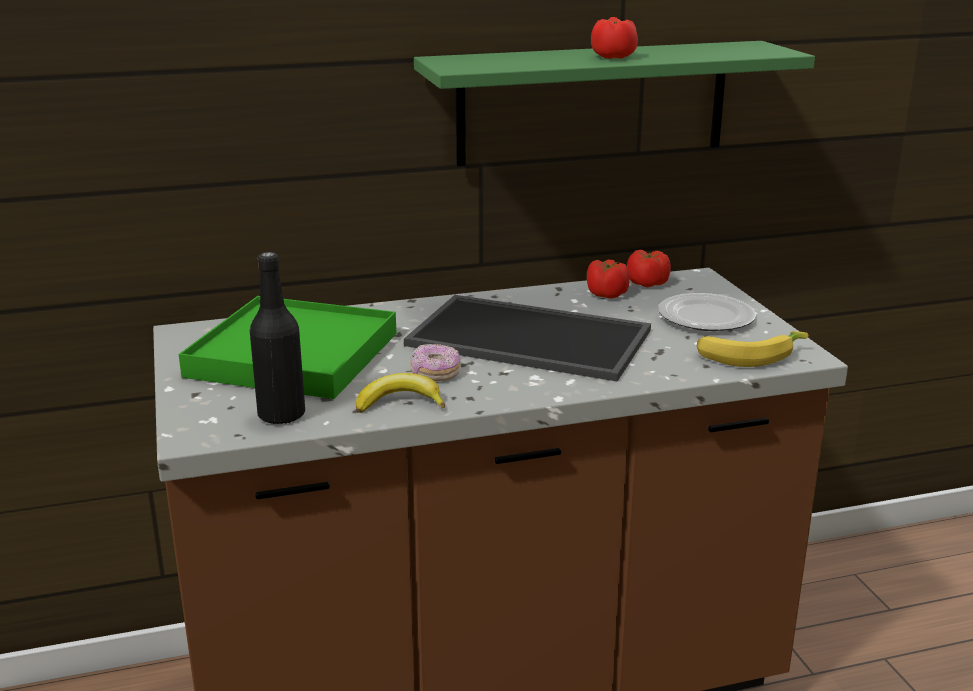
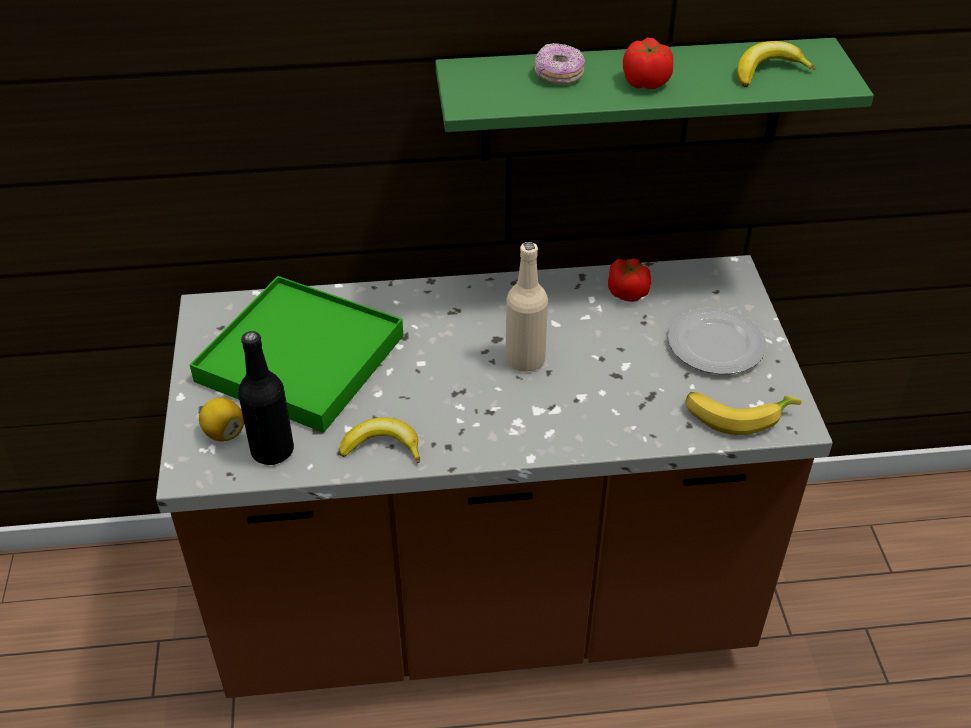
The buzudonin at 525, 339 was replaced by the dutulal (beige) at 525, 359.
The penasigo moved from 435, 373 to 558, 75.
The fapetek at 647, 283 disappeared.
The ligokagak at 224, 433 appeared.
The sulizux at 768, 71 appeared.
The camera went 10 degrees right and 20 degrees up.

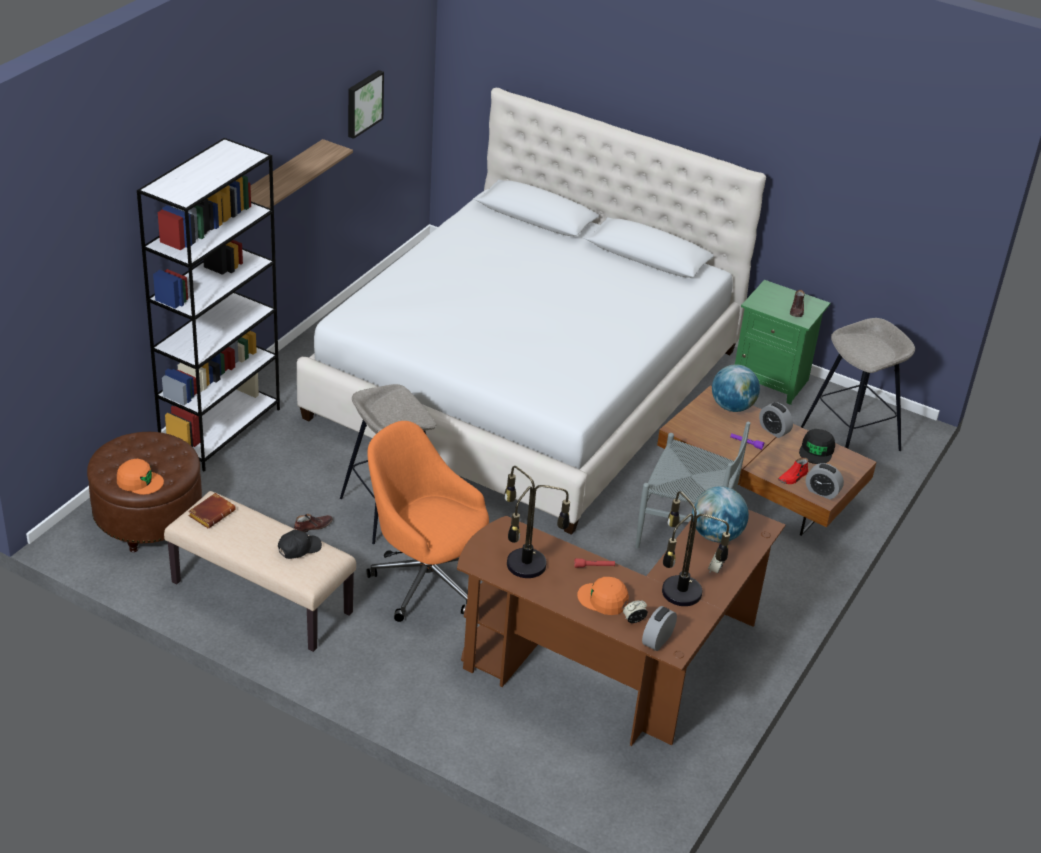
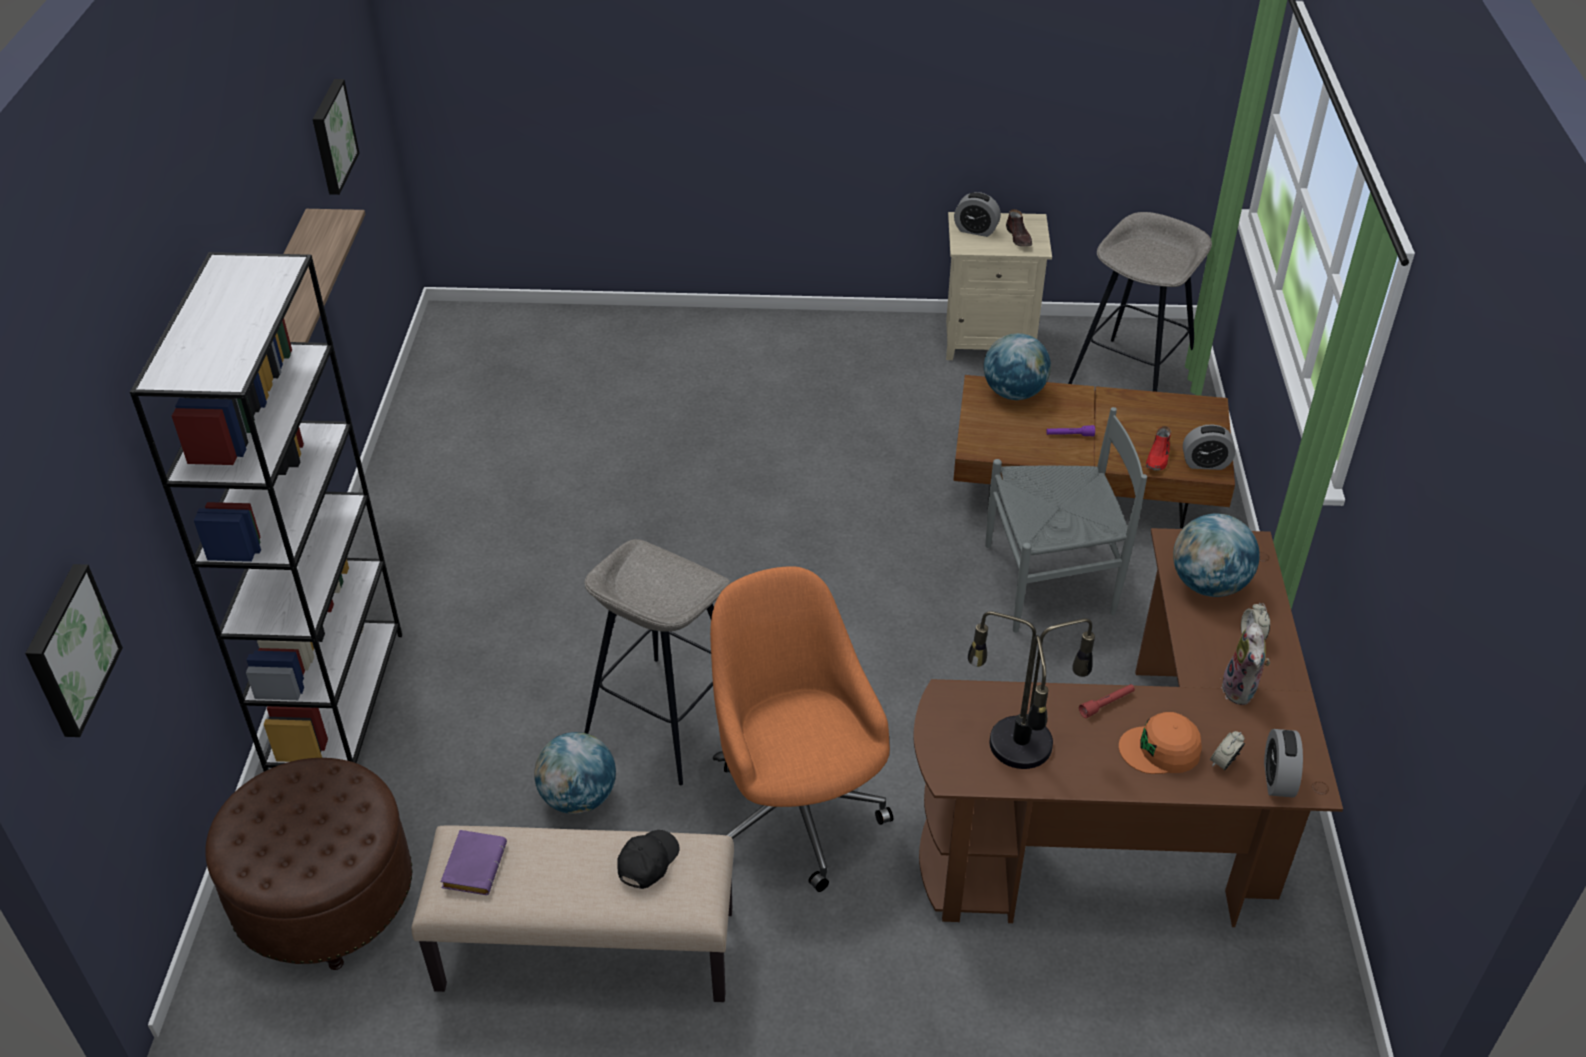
The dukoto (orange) at 139, 481 disappeared.
The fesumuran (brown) at 212, 513 became the fesumuran (purple) at 473, 865.
The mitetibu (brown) at 312, 527 was replaced by the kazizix at 578, 797.
The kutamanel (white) at 526, 383 disappeared.
The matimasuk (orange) at 425, 583 turned 60 degrees clockwise.
The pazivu at 681, 592 was replaced by the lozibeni at 1241, 691.
The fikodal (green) at 771, 380 became the fikodal (beige) at 988, 340.
The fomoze moved from 774, 430 to 976, 230.
The dukoto (black) at 816, 451 disappeared.
The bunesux at 68, 650 appeared.
The camera went 25 degrees left and 5 degrees up.

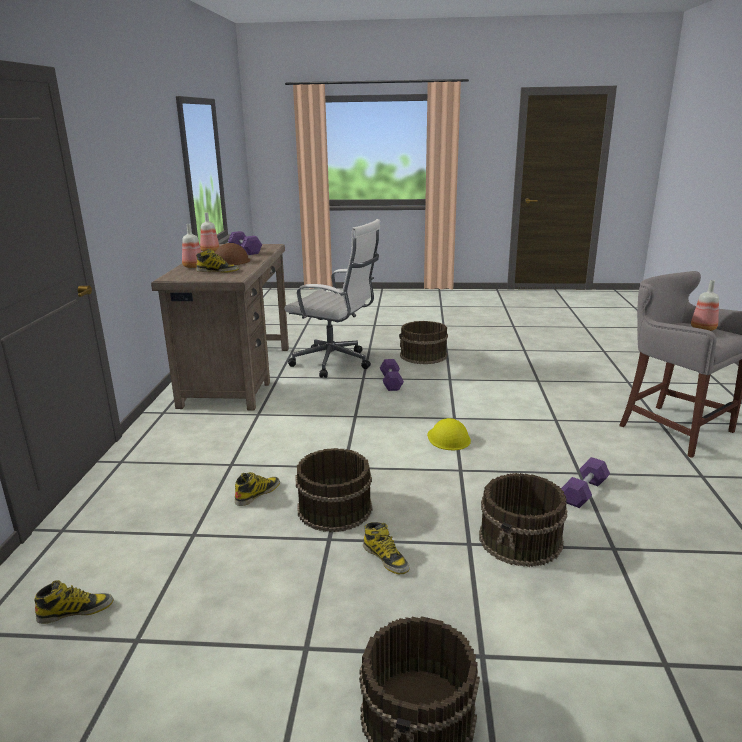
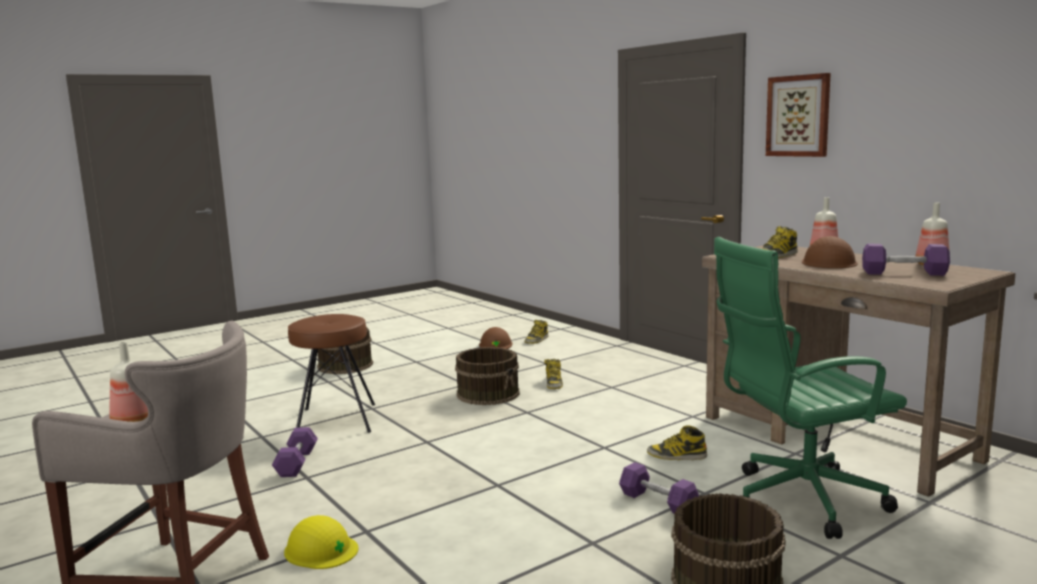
The matimasuk (white) at 335, 363 became the matimasuk (green) at 799, 501.
The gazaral moved from 386, 558 to 676, 456.
The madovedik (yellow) moved from 448, 438 to 321, 549.
The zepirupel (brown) at 521, 539 was replaced by the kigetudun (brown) at 335, 420.
The madovedik (brown) at 495, 344 appeared.
The bunesux at 798, 116 appeared.
The camera went 140 degrees right and 10 degrees down.

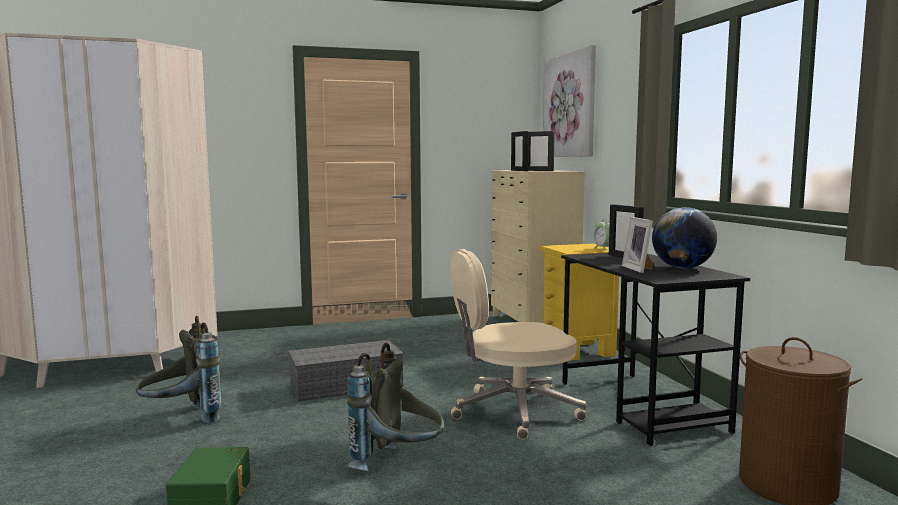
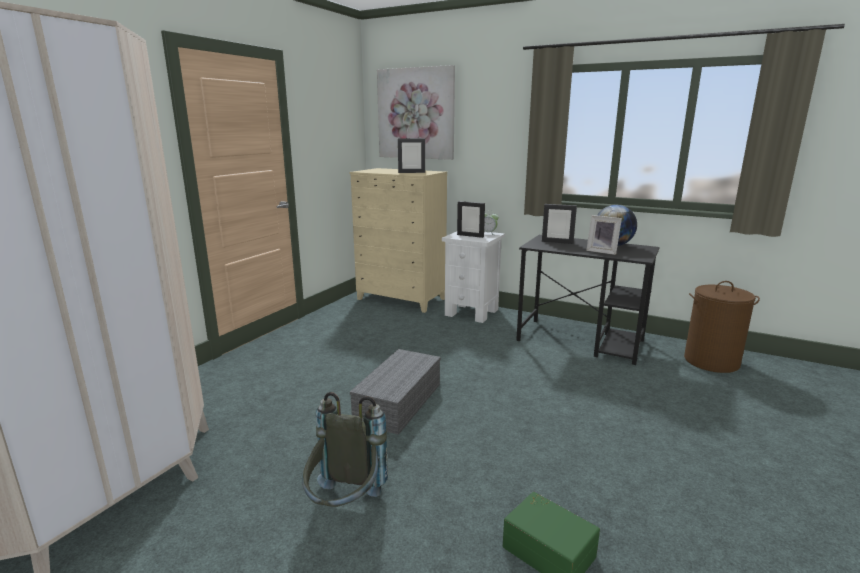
The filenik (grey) at 399, 465 disappeared.
The matimasuk (beige) at 513, 411 disappeared.
The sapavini moved from 519, 170 to 470, 235.
The fikodal (yellow) at 577, 351 became the fikodal (white) at 472, 312.
The camera went 45 degrees left and 10 degrees up.

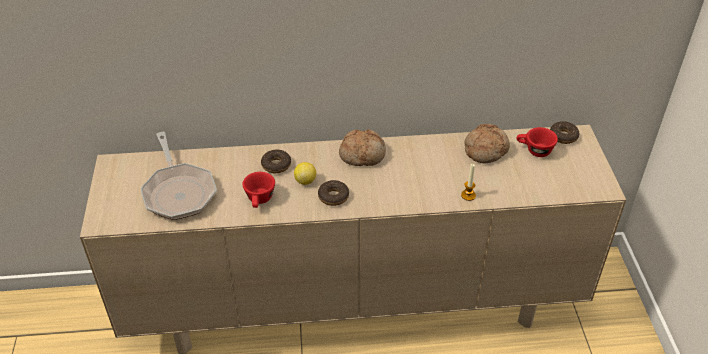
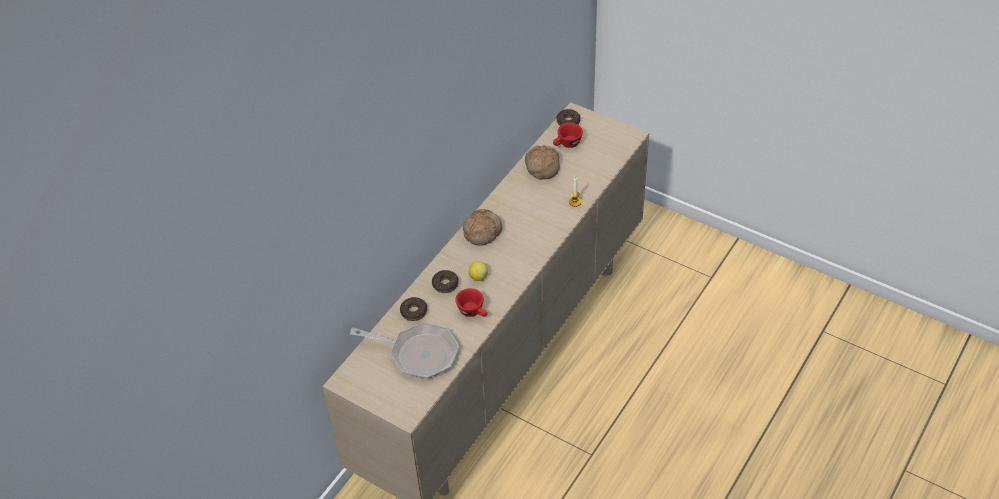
The penasigo moved from 333, 196 to 414, 312.
The camera went 50 degrees left and 5 degrees up.

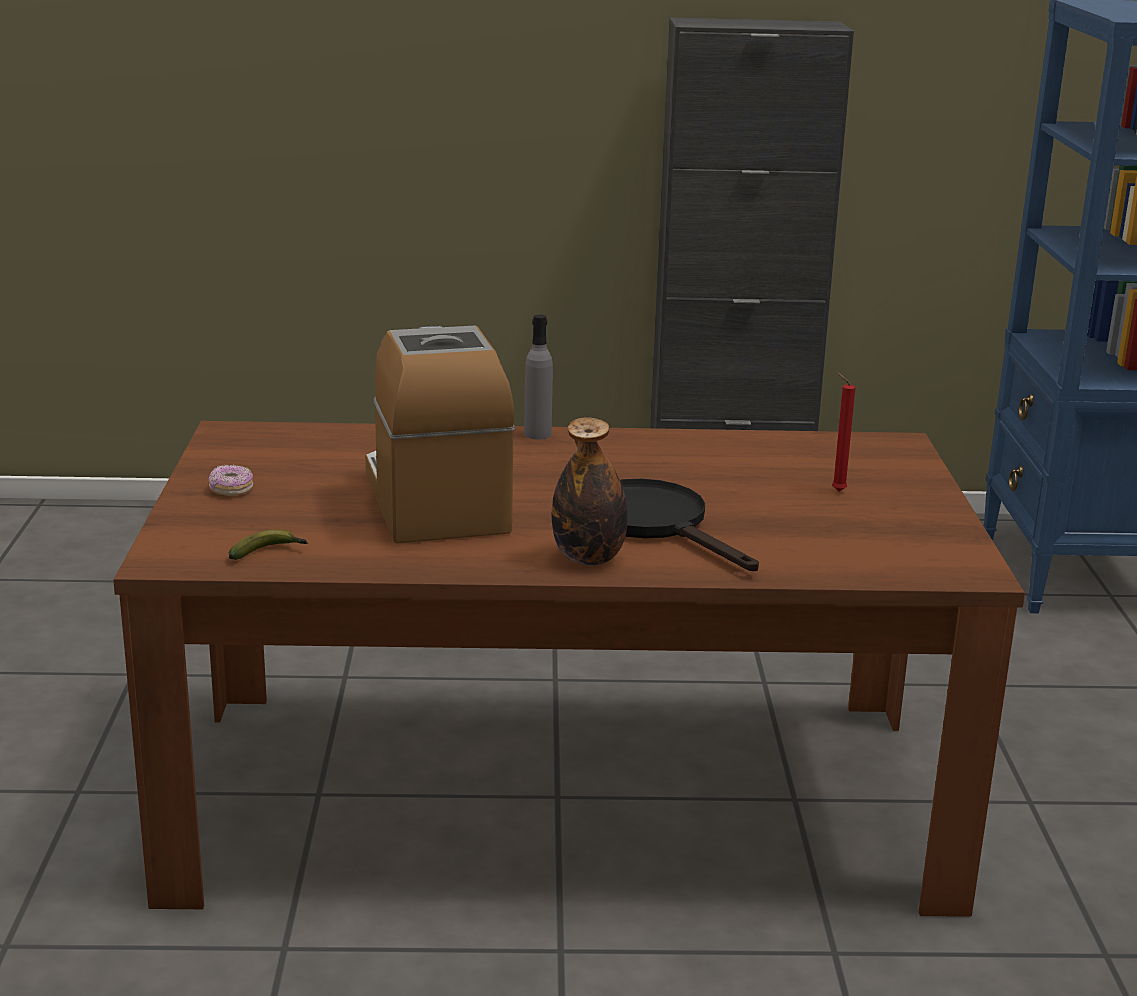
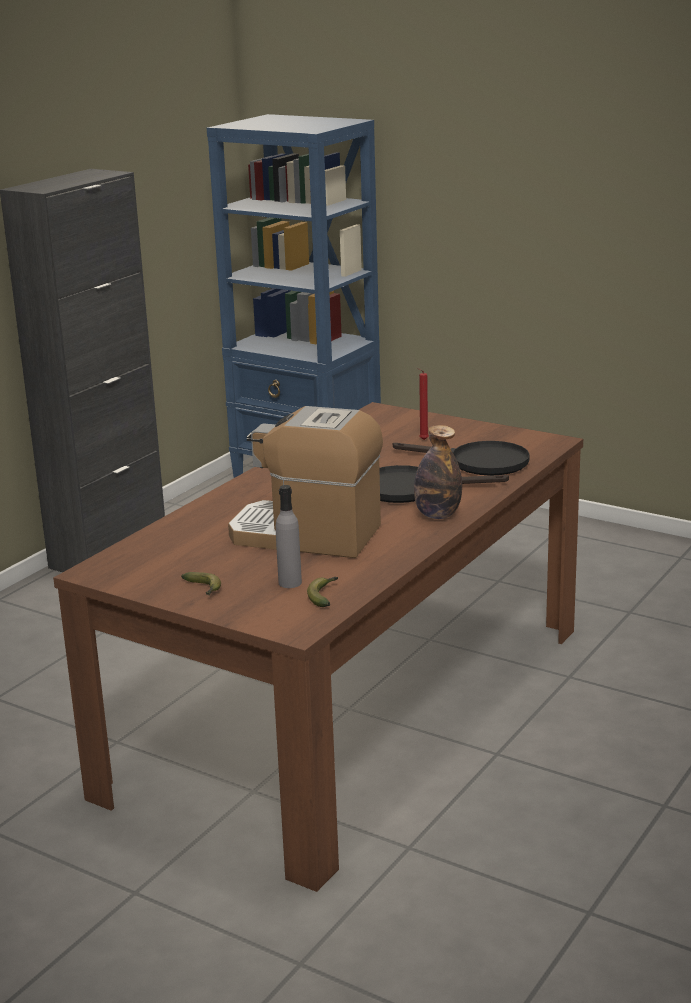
The penasigo at 231, 490 was replaced by the sulizux at 204, 589.
The dutulal (grey) moved from 537, 434 to 290, 582.
The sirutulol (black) at 478, 462 appeared.
The camera went 55 degrees left and 0 degrees up.

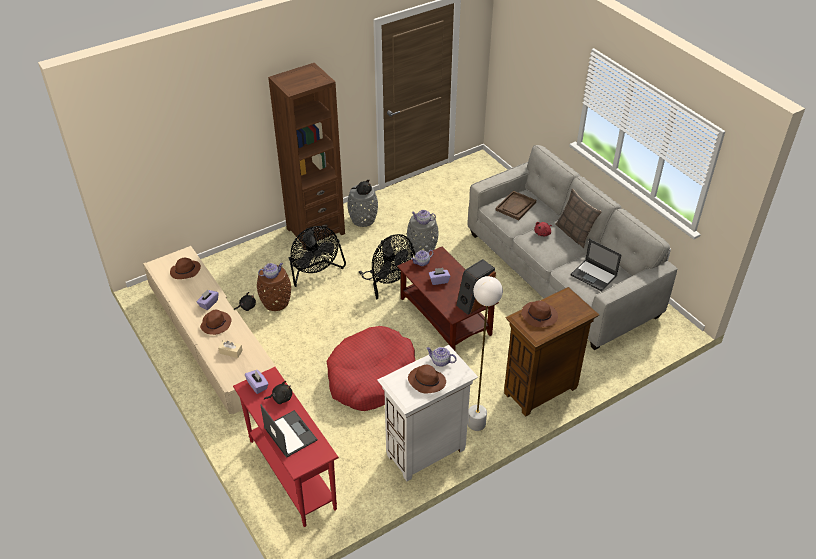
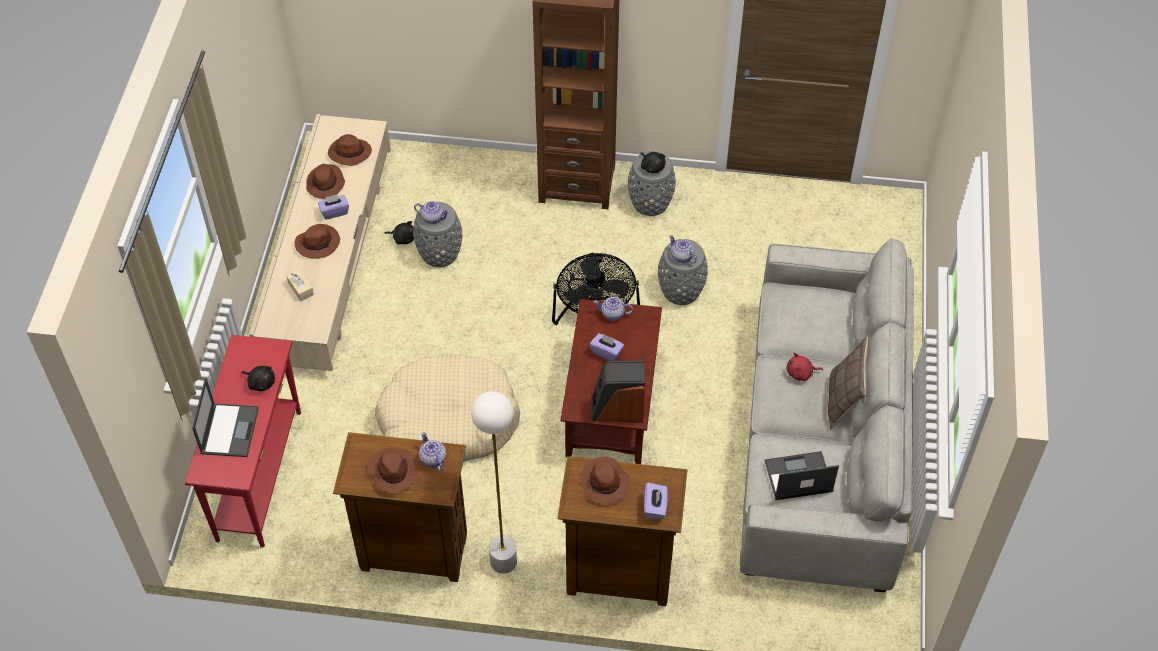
The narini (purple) moved from 257, 385 to 655, 507.
The kigetudun (brown) at 276, 302 became the kigetudun (grey) at 439, 253.
The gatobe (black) at 312, 271 disappeared.
The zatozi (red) at 371, 377 became the zatozi (beige) at 448, 420.
The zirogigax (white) at 425, 453 became the zirogigax (brown) at 412, 554.
The buzudonin (brown) at 515, 206 disappeared.
The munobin at 594, 275 turned 90 degrees clockwise.
The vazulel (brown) at 325, 184 appeared.
The camera went 40 degrees right and 10 degrees up.

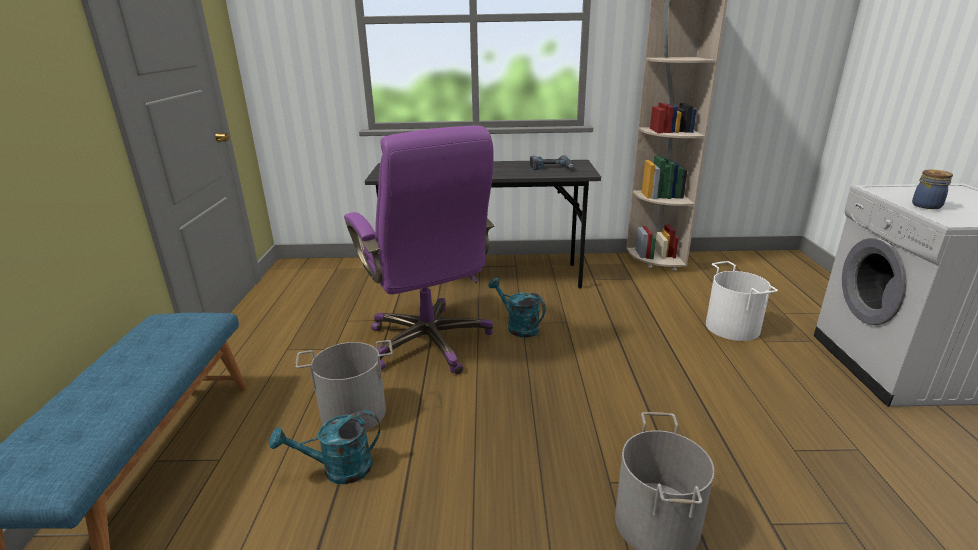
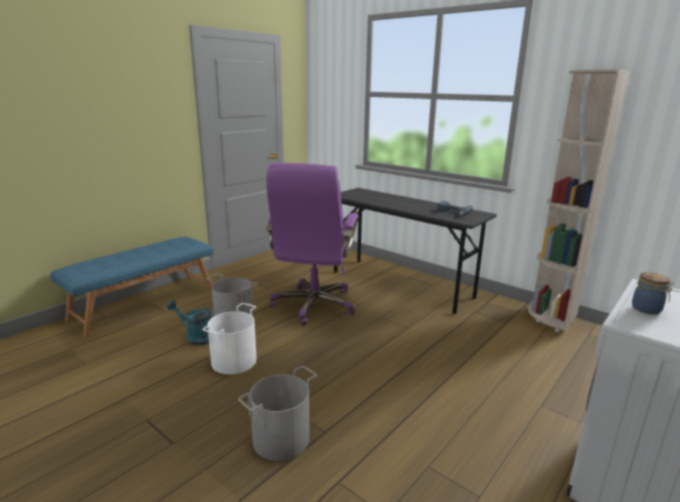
The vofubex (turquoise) at 518, 326 disappeared.
The zepirupel (white) moved from 731, 327 to 233, 361.
The camera went 40 degrees right and 5 degrees down.

